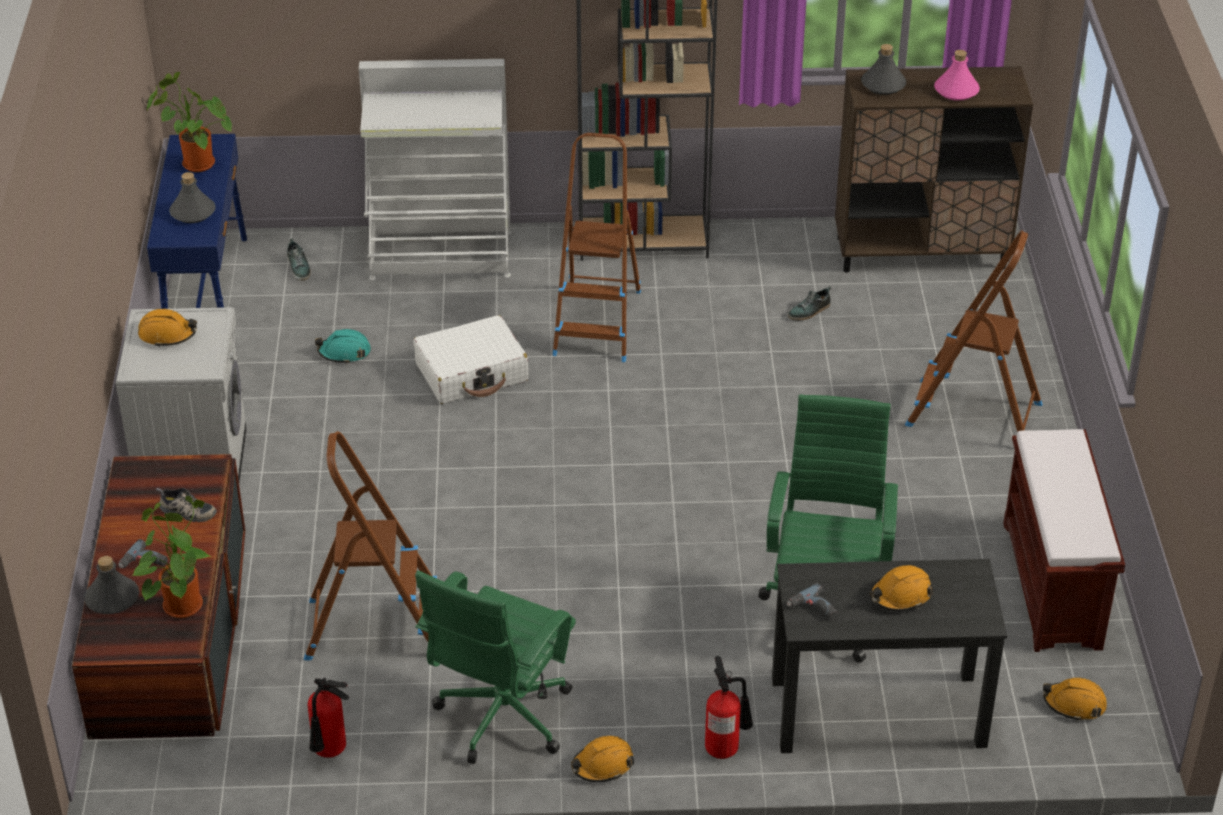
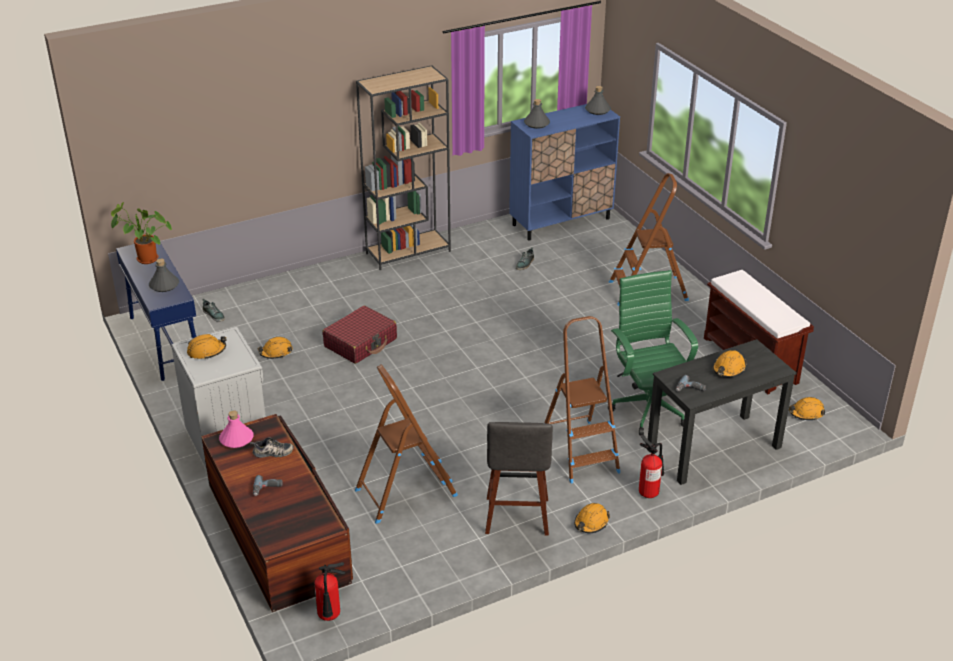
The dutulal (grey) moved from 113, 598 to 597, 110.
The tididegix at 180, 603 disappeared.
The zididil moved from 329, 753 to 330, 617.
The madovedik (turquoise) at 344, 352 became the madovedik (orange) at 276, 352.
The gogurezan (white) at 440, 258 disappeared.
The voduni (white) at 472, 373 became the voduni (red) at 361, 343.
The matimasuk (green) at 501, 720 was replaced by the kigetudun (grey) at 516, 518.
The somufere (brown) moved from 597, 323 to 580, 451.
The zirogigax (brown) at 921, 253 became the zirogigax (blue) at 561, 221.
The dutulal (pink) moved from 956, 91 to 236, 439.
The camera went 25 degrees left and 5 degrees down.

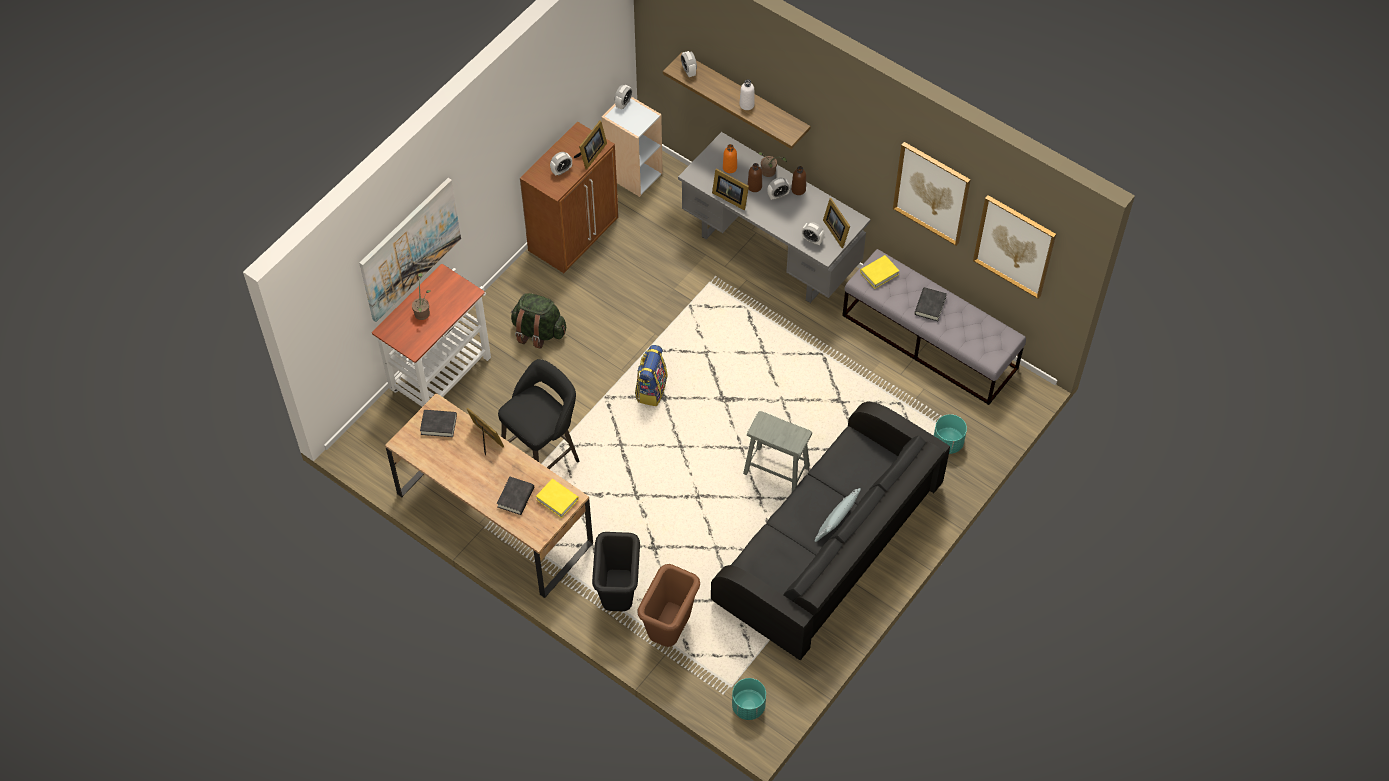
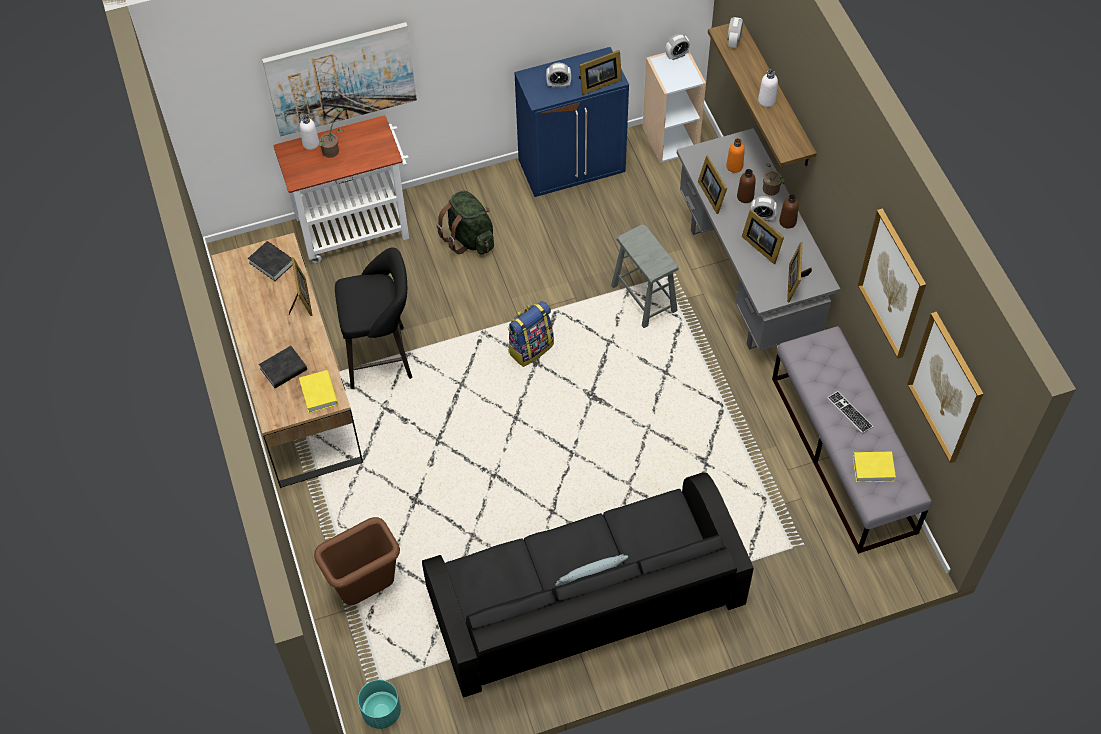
The zirogigax (brown) at 574, 233 became the zirogigax (blue) at 572, 165.
The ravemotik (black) at 618, 596 disappeared.
The kigetudun (grey) moved from 776, 470 to 643, 298.
The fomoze at 812, 240 disappeared.
The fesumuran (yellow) moved from 879, 273 to 873, 468.
The fesumuran (black) at 930, 306 was replaced by the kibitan at 849, 413.
The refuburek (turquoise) at 948, 443 disappeared.
The dutulal (white) at 311, 143 appeared.
The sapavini at 761, 245 appeared.
The camera went 35 degrees right and 0 degrees up.

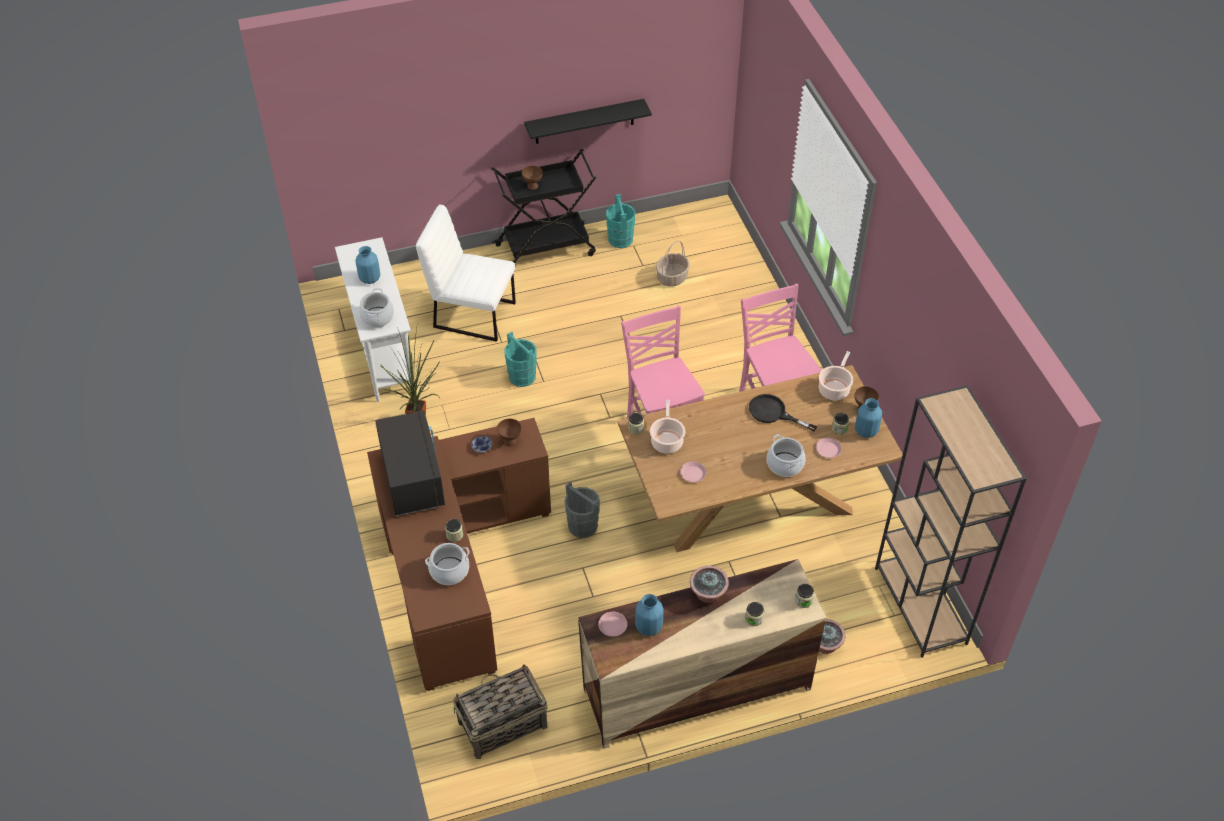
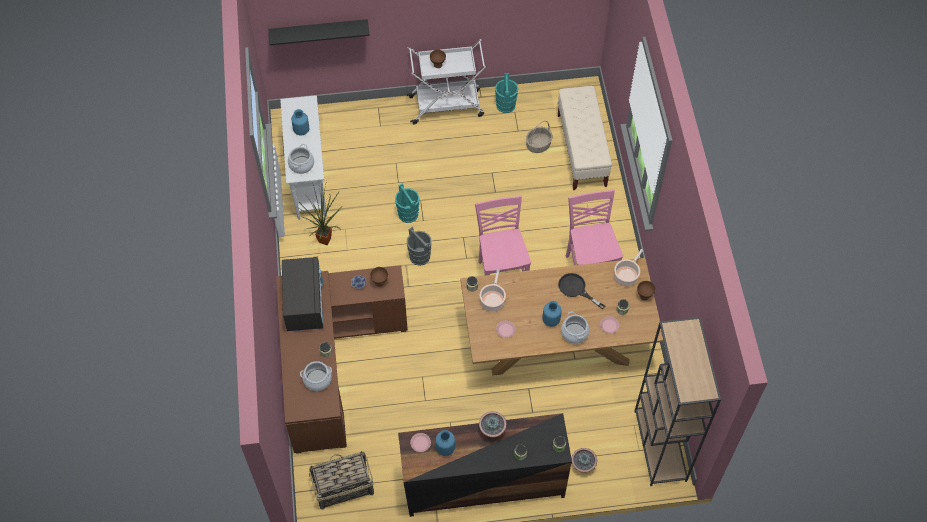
The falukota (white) at 472, 314 disappeared.
The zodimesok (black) at 546, 250 became the zodimesok (white) at 446, 107.
The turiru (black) moved from 584, 121 to 319, 31.
The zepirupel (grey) moved from 582, 525 to 419, 256.
The zirogigax (beige) at 694, 688 became the zirogigax (black) at 482, 482.
The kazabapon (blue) moved from 866, 431 to 551, 320.
The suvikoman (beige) at 581, 150 appeared.
The camera went 10 degrees right and 10 degrees up.

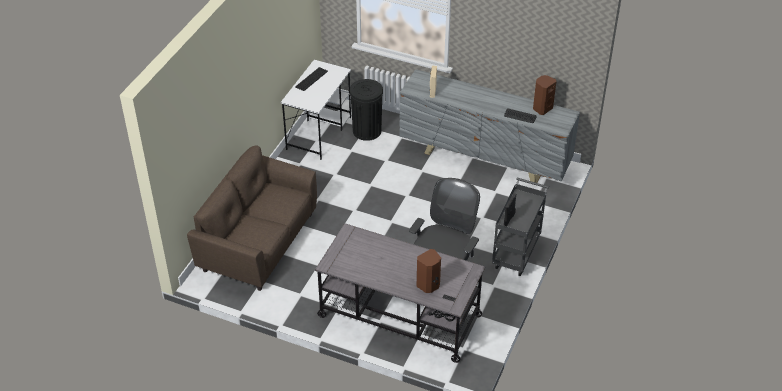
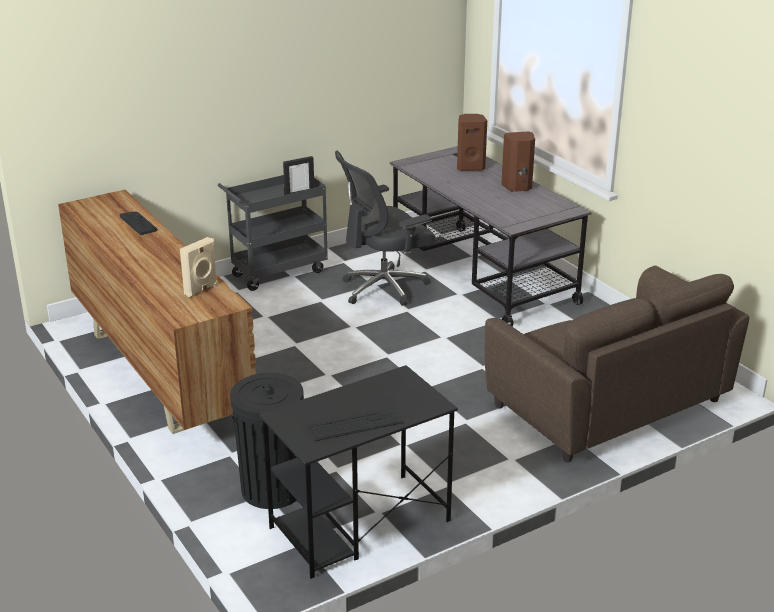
The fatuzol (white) at 319, 132 became the fatuzol (black) at 359, 525.
The zirogigax (grey) at 485, 159 became the zirogigax (brown) at 158, 372.
The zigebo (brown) moved from 542, 108 to 517, 187.
The camera went 145 degrees left and 15 degrees down.

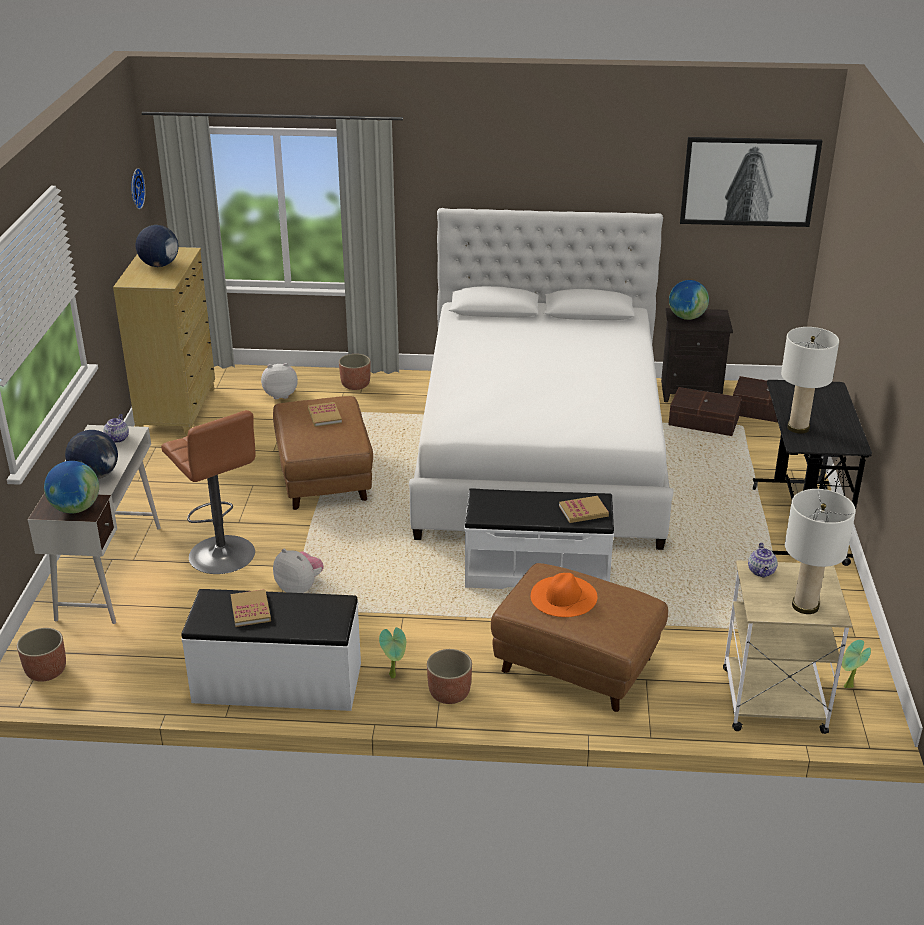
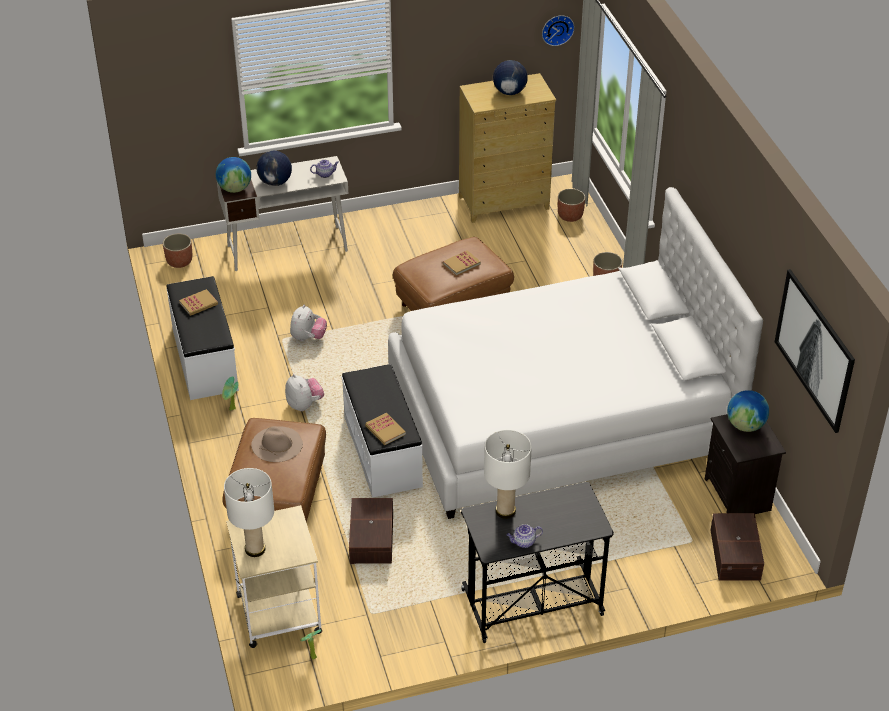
The kigetudun (brown) at 221, 555 disappeared.
The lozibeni moved from 280, 395 to 304, 405.
The refuburek moved from 449, 693 to 570, 216.
The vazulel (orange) at 563, 596 became the vazulel (beige) at 277, 444.
The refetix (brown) moved from 704, 422 to 370, 539.
The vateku moved from 761, 572 to 523, 542.
The camera went 70 degrees right and 10 degrees up.

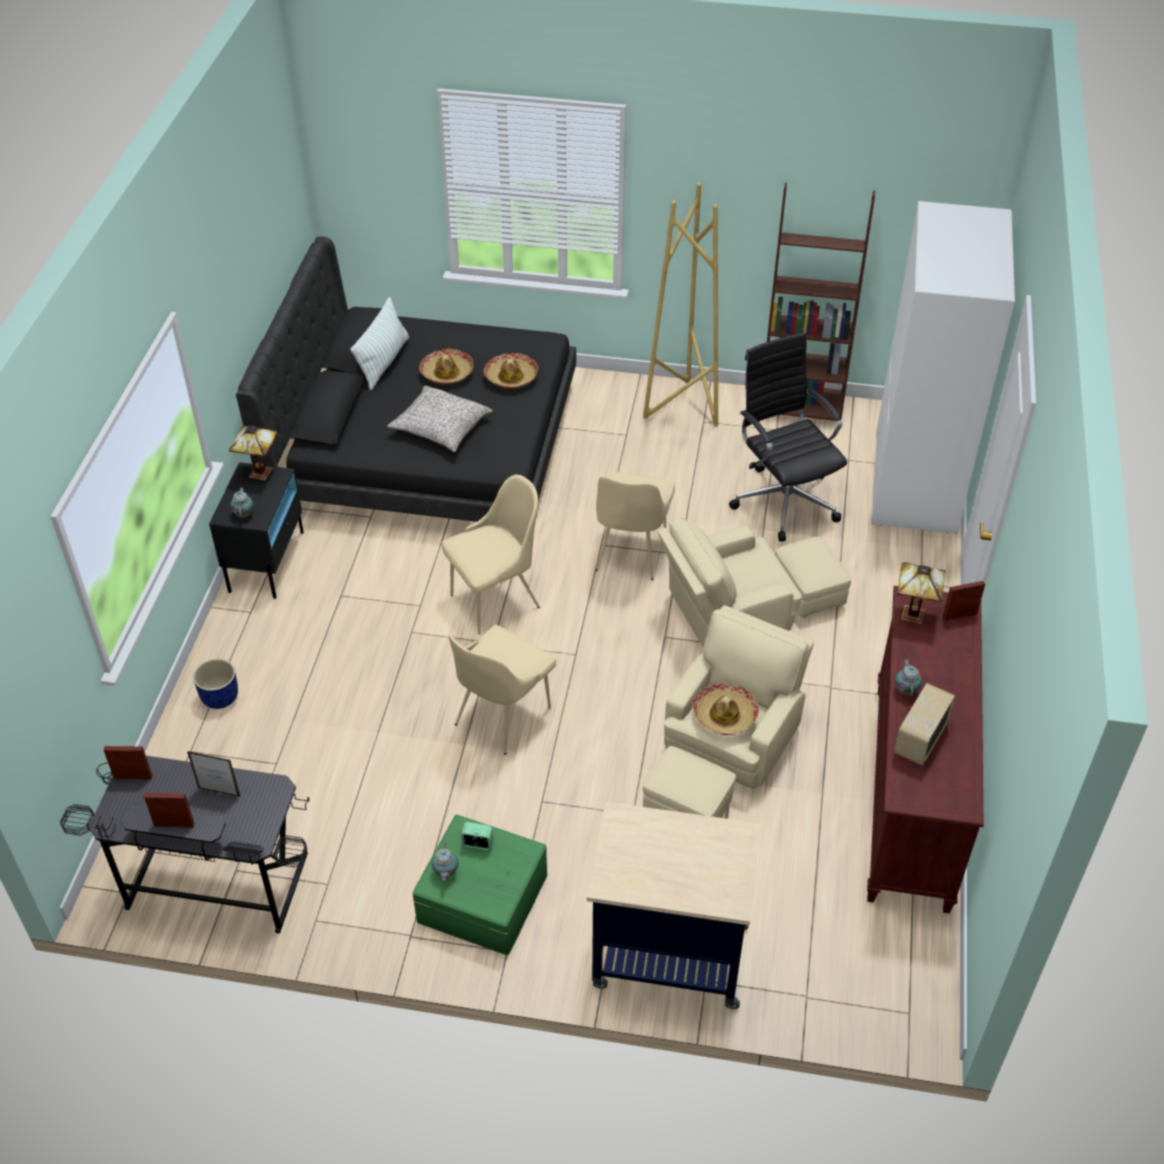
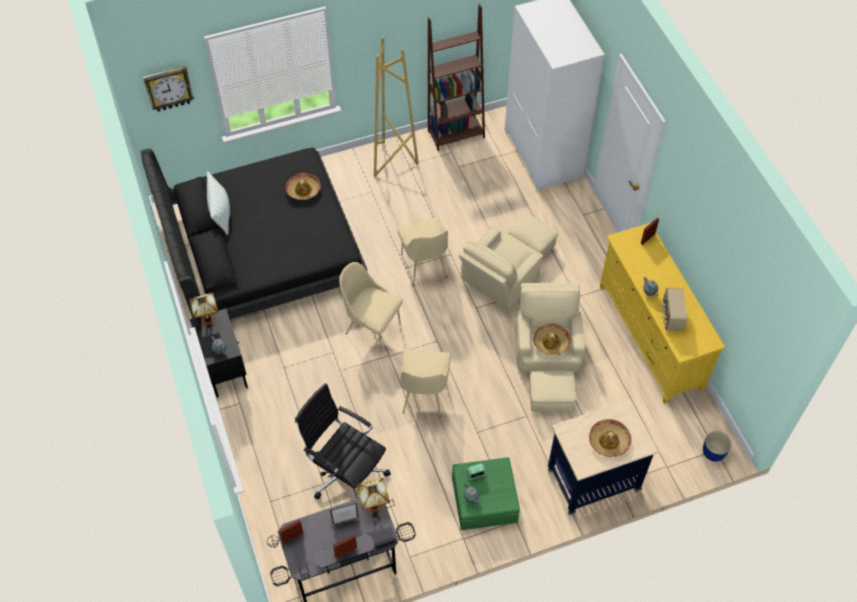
The refuburek (blue) moved from 219, 697 to 713, 453.
The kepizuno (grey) at 440, 428 disappeared.
The vazulel moved from 447, 372 to 609, 441.
The falukota (beige) at 495, 601 turned 90 degrees counterclockwise.
The matimasuk (black) moved from 784, 499 to 346, 473.
The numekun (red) at 910, 795 became the numekun (yellow) at 649, 338.
The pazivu moved from 914, 614 to 374, 505.
The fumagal at 168, 88 appeared.
The camera went 30 degrees left and 10 degrees up.

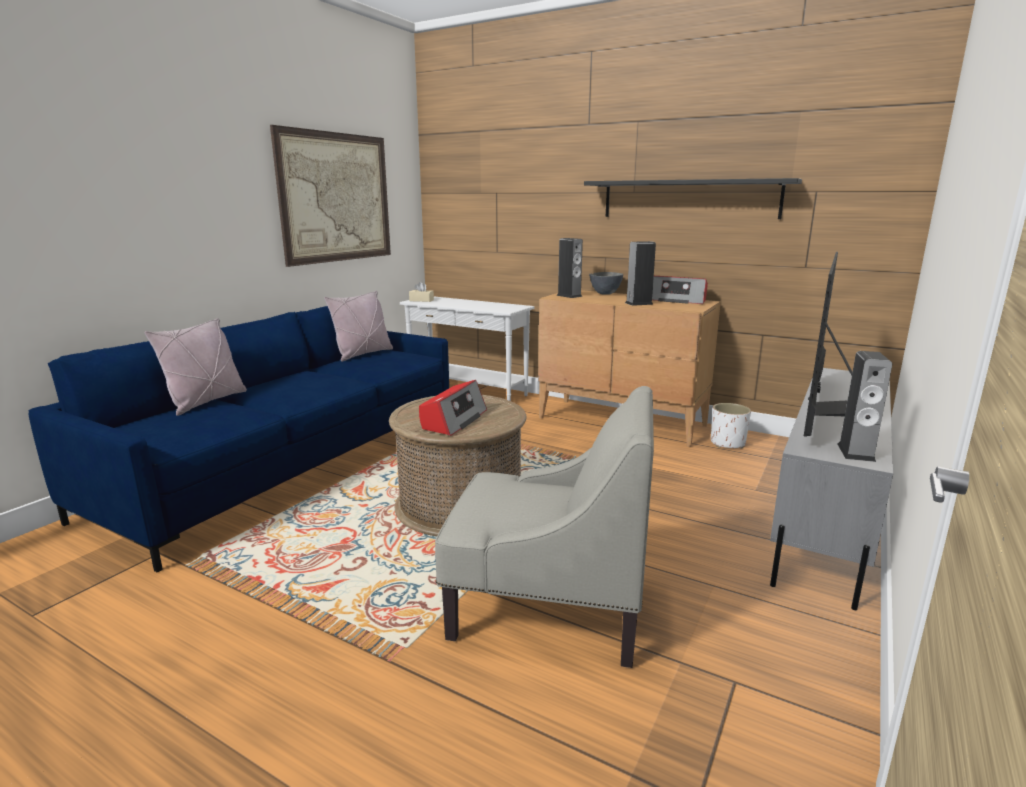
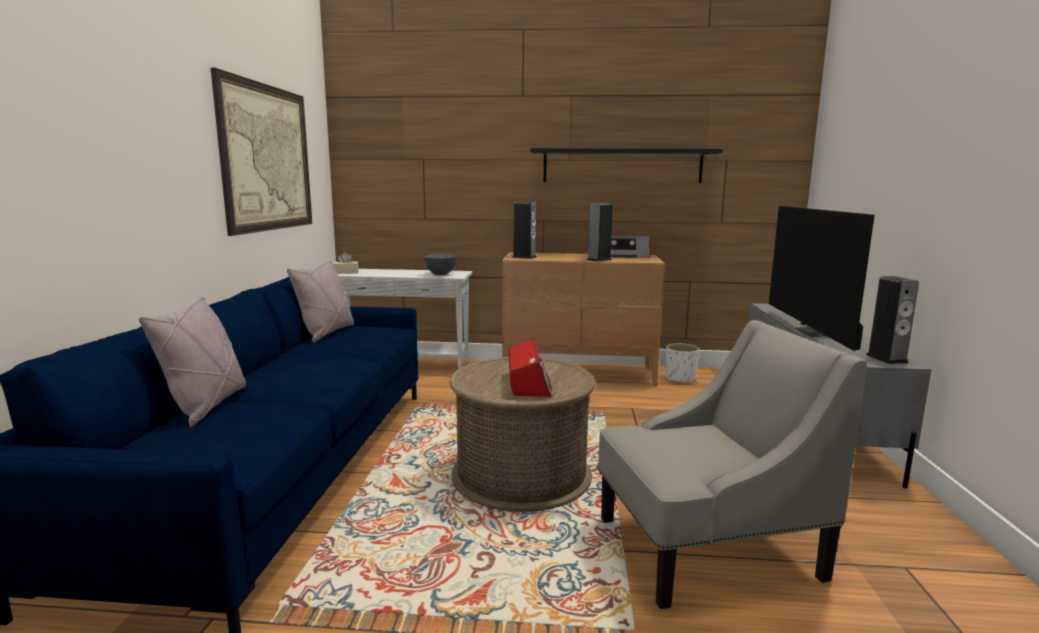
The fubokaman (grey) moved from 605, 294 to 440, 275.
The camera went 25 degrees left and 5 degrees down.

